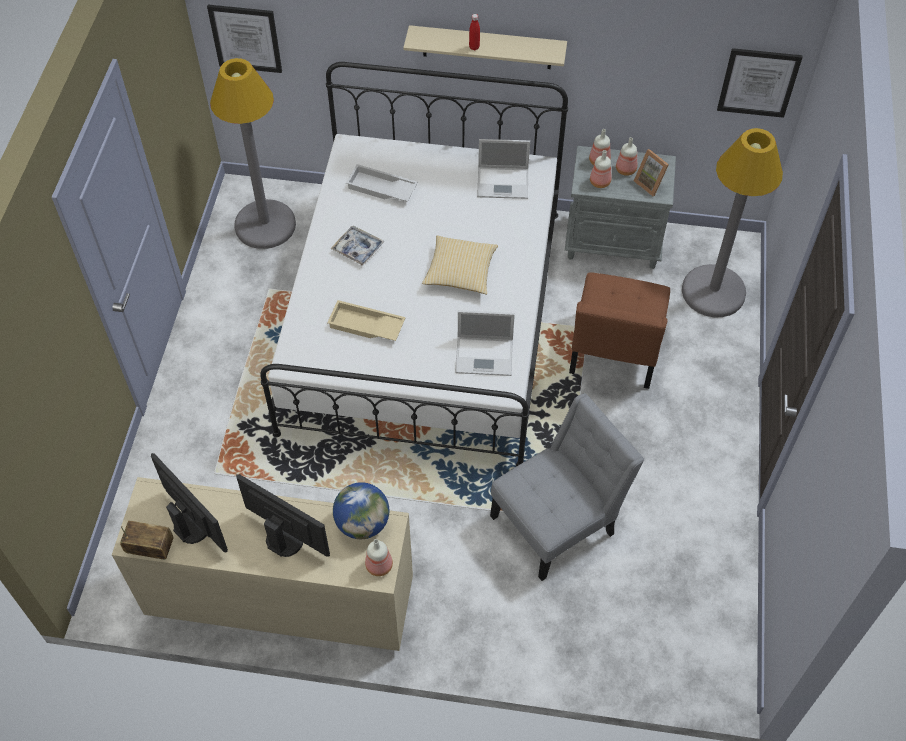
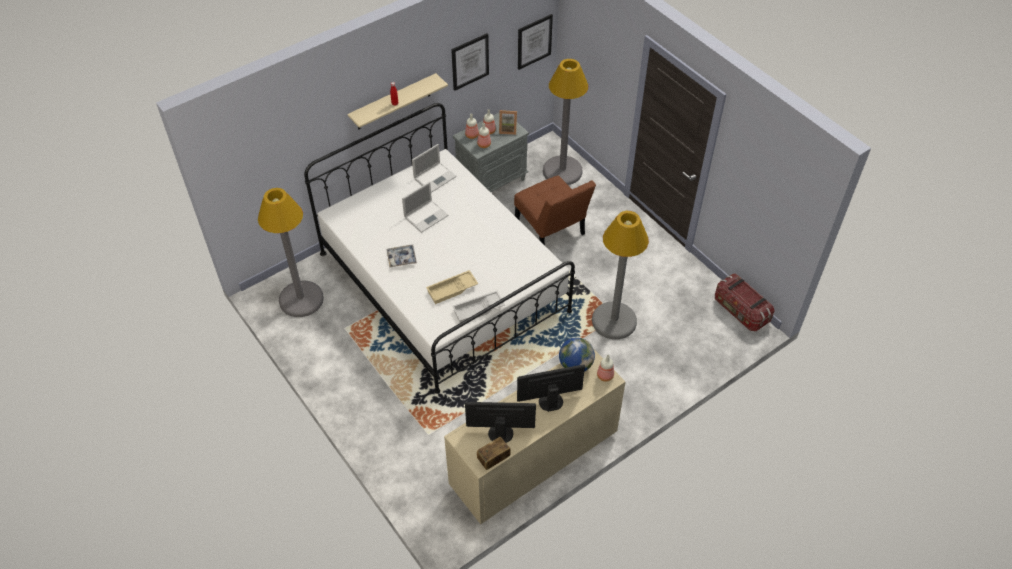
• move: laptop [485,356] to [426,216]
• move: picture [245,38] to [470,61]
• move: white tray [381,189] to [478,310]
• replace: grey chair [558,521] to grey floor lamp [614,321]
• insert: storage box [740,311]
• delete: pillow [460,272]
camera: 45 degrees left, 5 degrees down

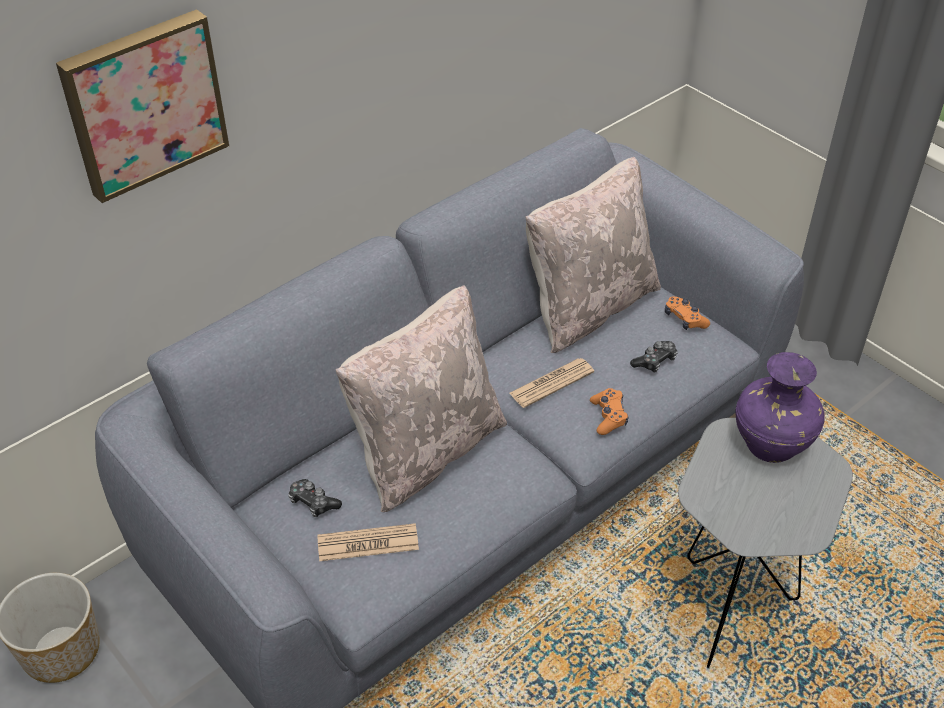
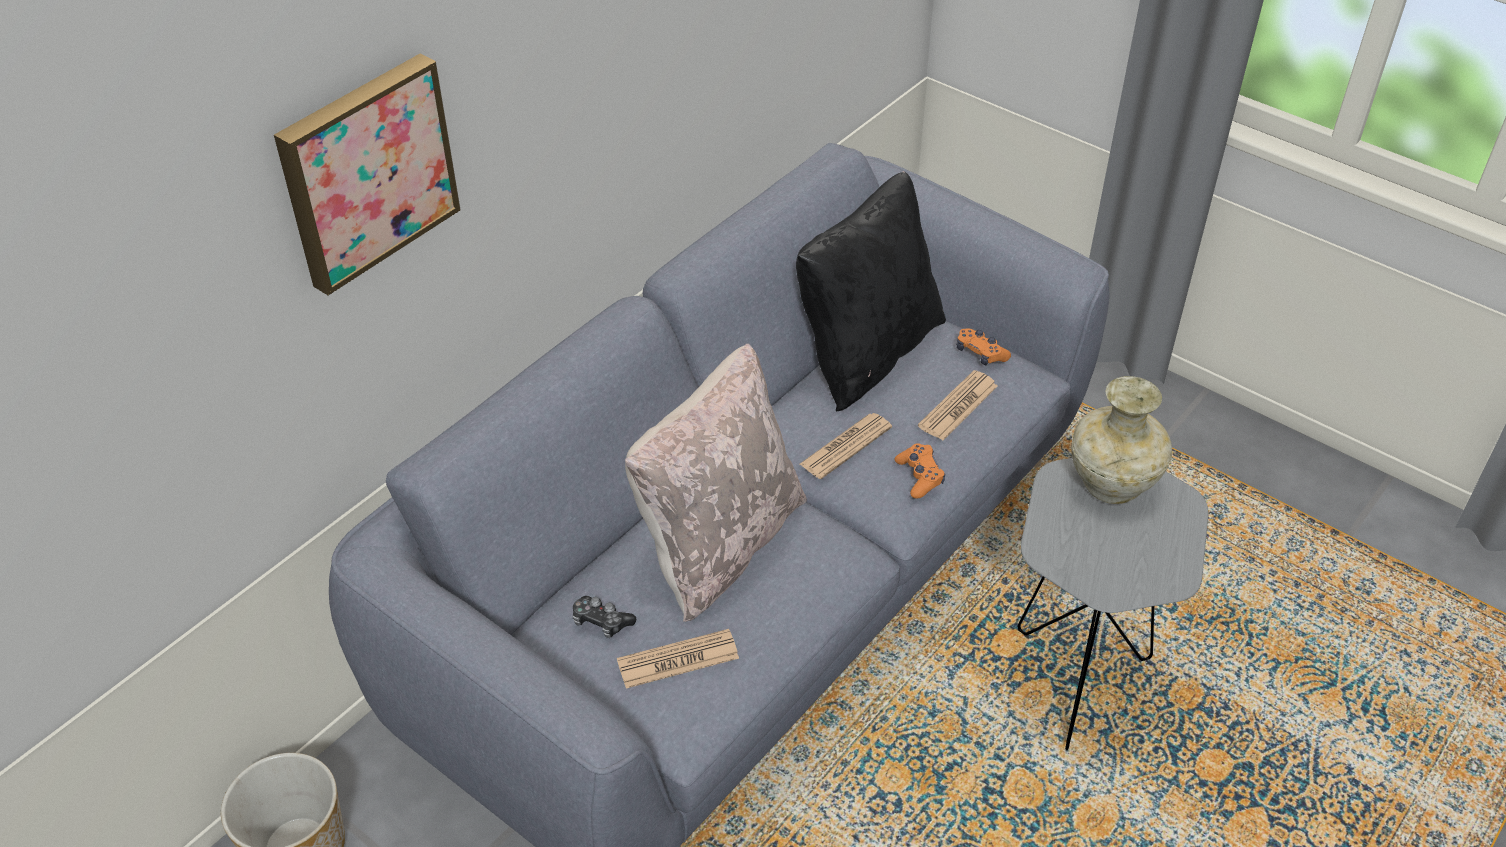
• recolor: beige pillow [588,306] to black pillow [866,352]
• replace: game controller [655,361] to newspaper [958,406]
• recolor: purple vase [769,445] to beige vase [1110,485]
camera: 10 degrees left, 0 degrees up

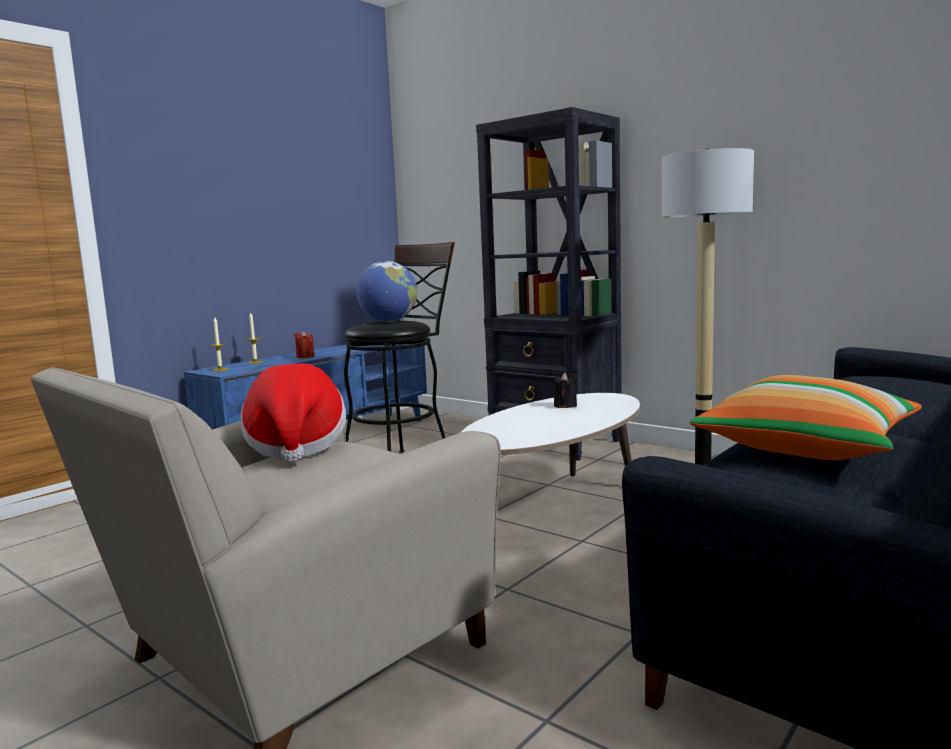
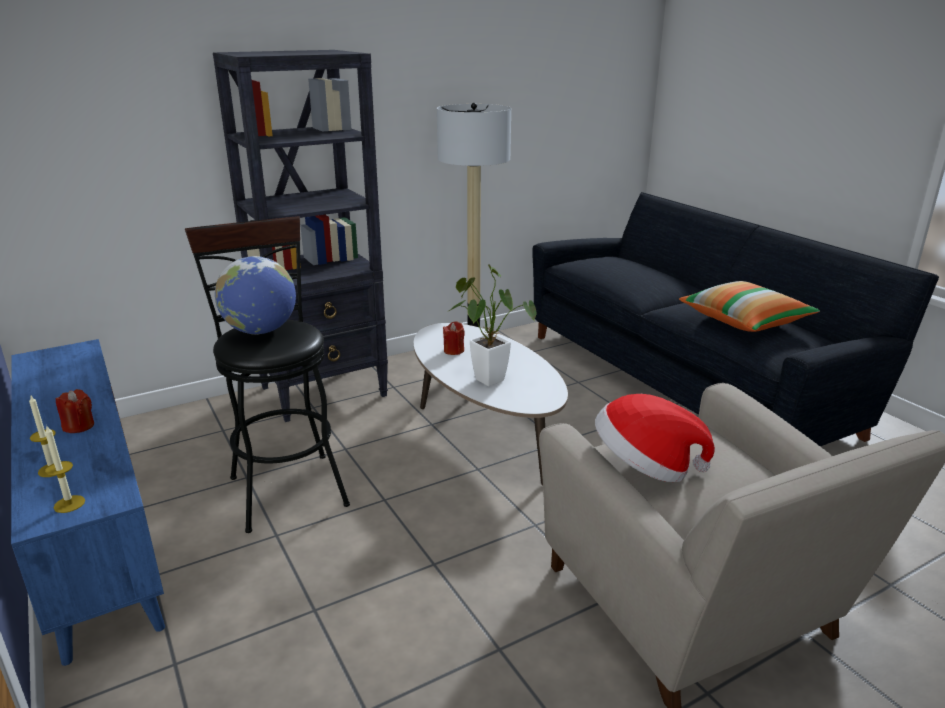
• recolor: black candle [565,406] to red candle [454,351]
• insert: potted plant [485,377]
camera: 70 degrees left, 15 degrees up

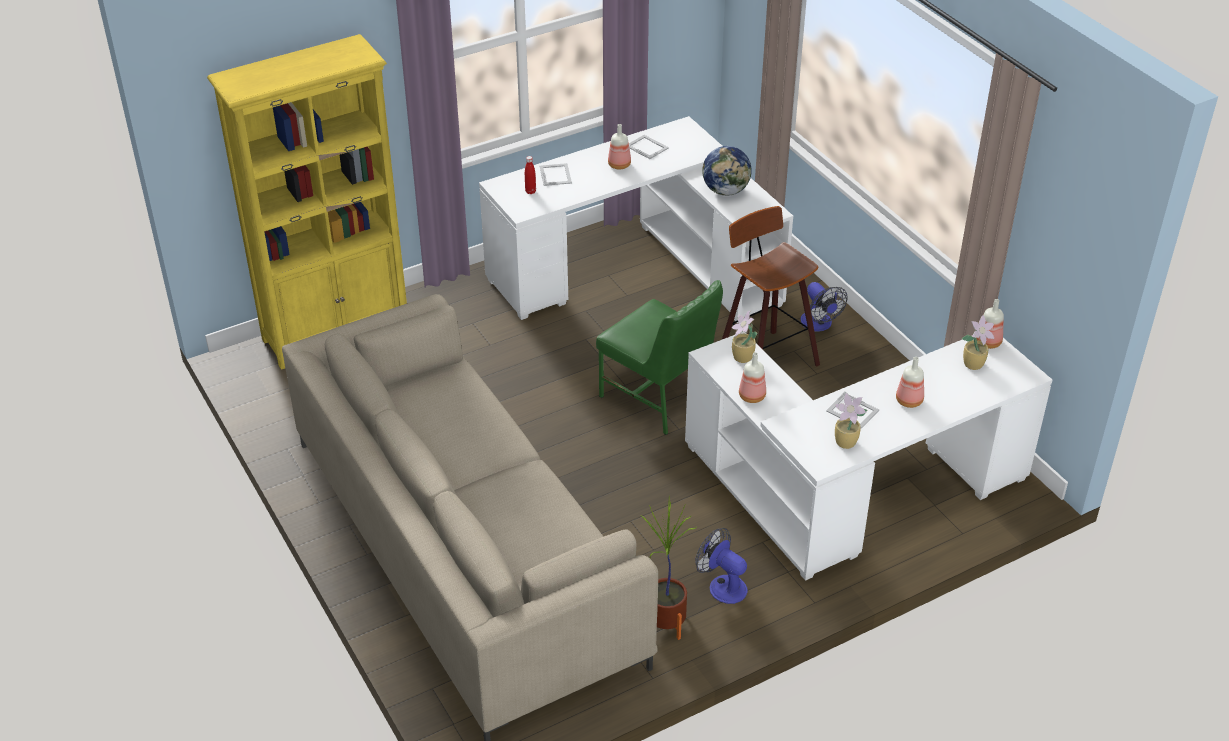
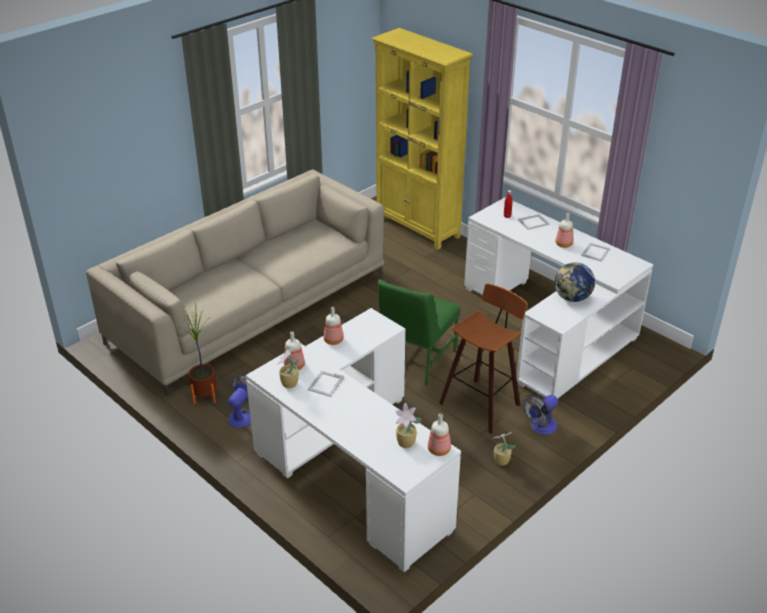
• move: bottle [908,400] to [295,366]
• move: potted plant [742,358] to [500,461]
camera: 75 degrees right, 5 degrees down

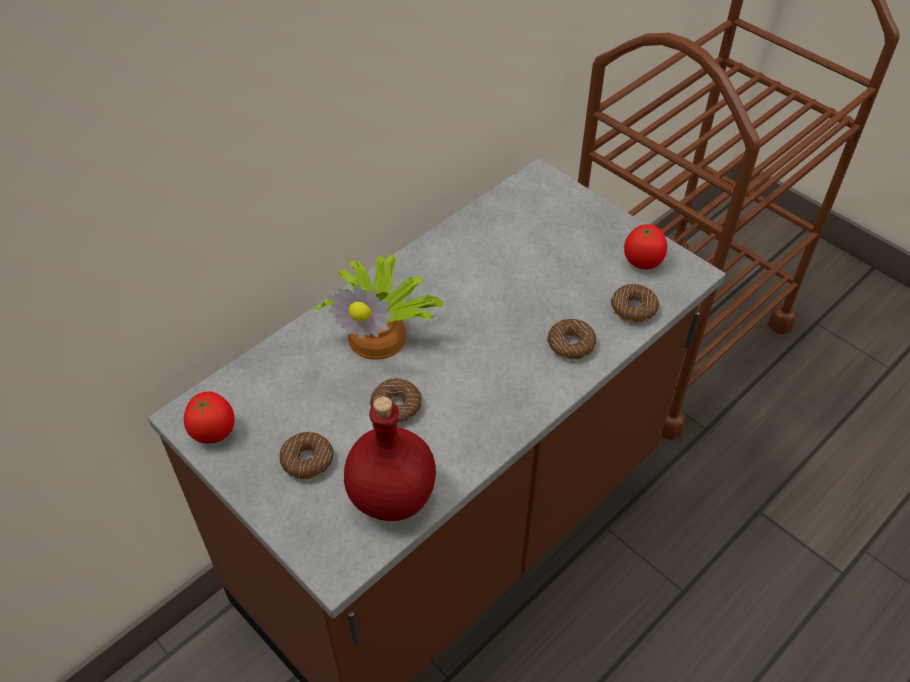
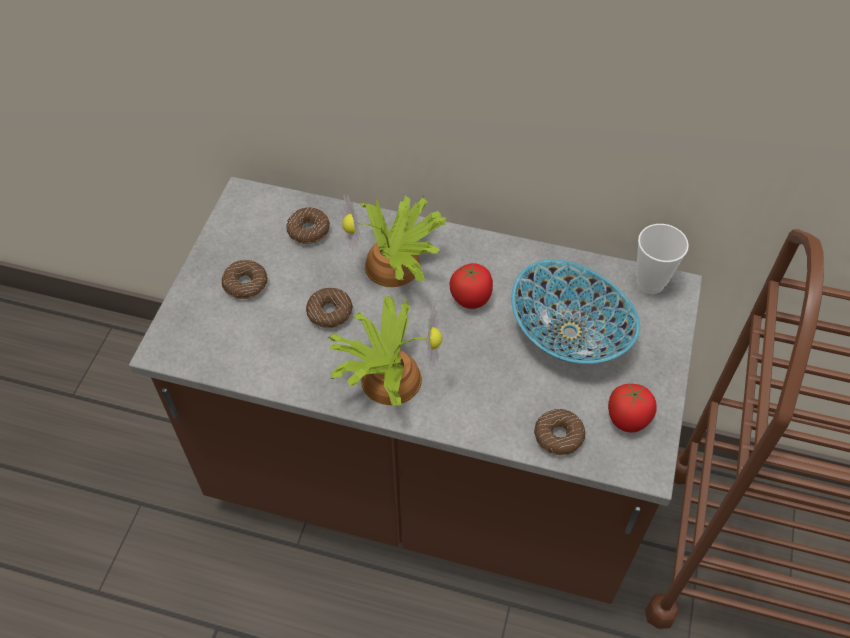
• move: donut [570,344] to [308,230]
• insert: potted plant [388,376]
• move: tomato [213,431] to [471,298]
• insert: bowl [569,333]
• insert: cup [650,283]
• delete: red bottle [390,495]
camera: 60 degrees right, 5 degrees up

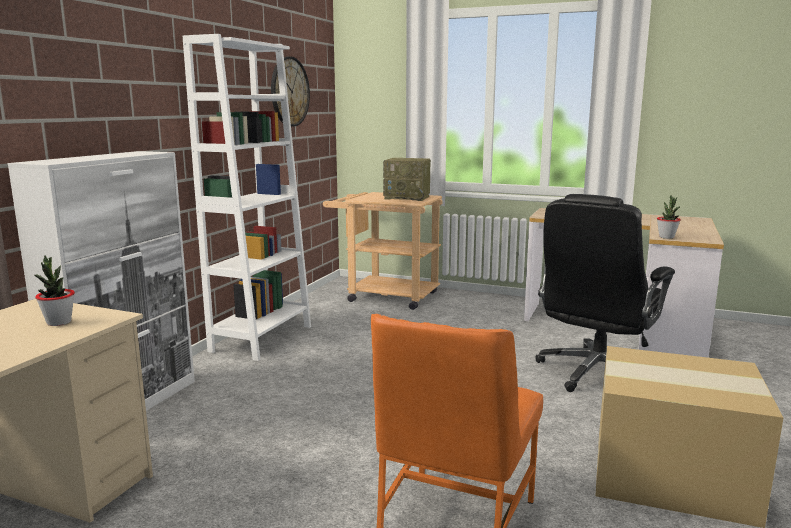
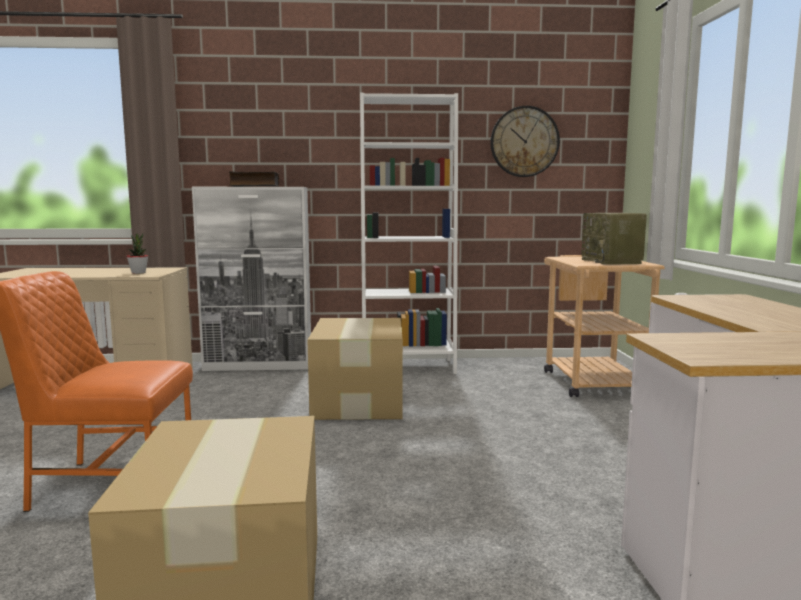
• insert: book [254,186]
• insert: cardboard box [359,400]
• delete: black office chair [595,373]
• delete: potted plant [666,237]
camera: 65 degrees right, 5 degrees down

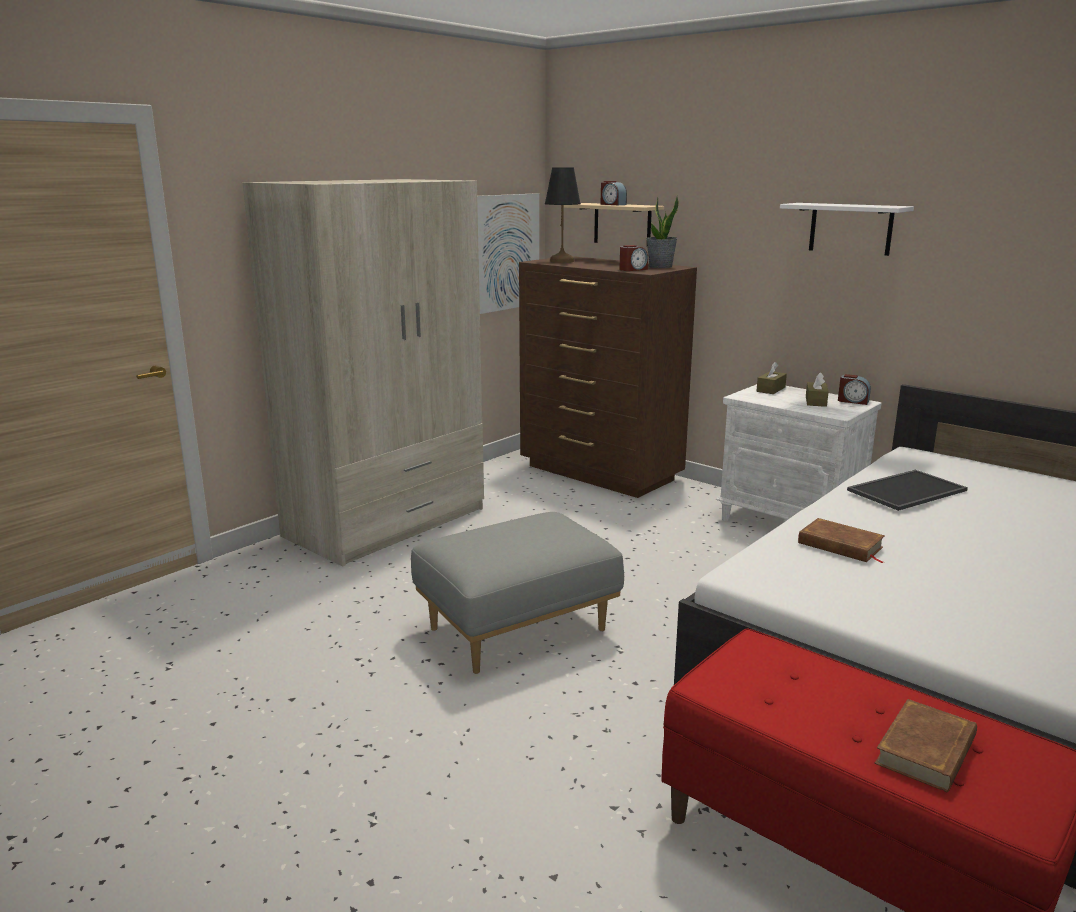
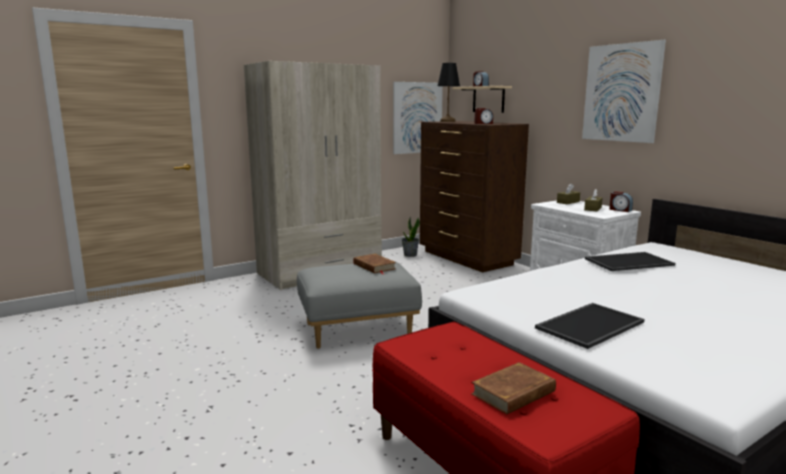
• move: brown book [840,545] to [374,266]
• move: potted plant [660,267] to [410,255]
• insert: tray [589,324]
• replace: white shelf [850,228] to picture [621,93]
camera: 15 degrees right, 5 degrees down

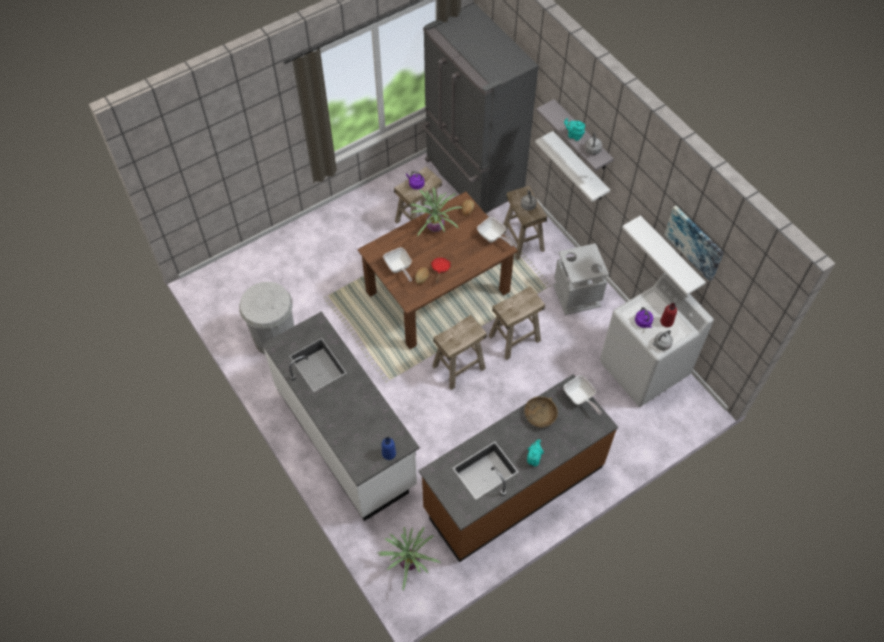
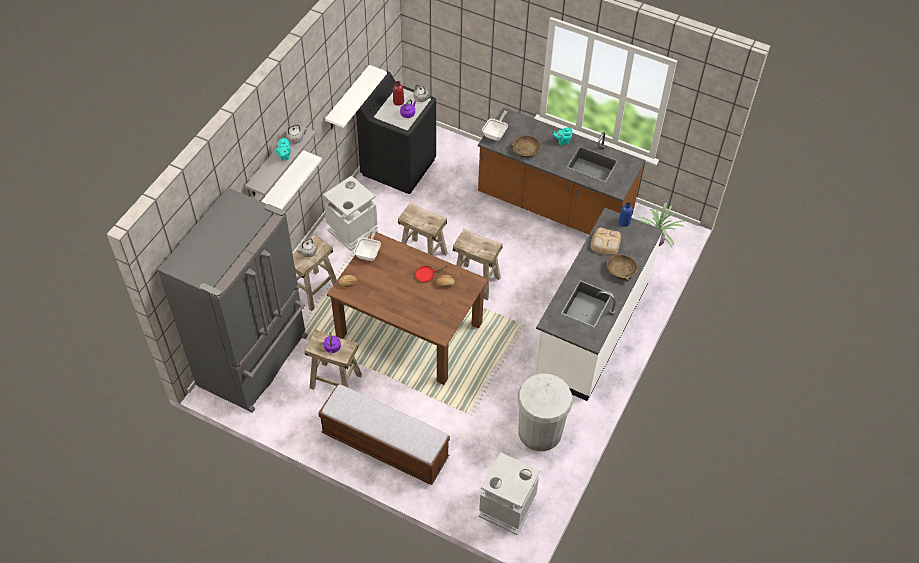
• insert: bench [385,446]
• recolor: white washing machine [644,369] to black washing machine [398,166]
• insert: grey trash can [506,508]
• insert: bread [605,243]
• insert: brown bowl [621,270]
• delete: frying pan [399,268]
• delete: potted plant [434,227]
• delete: picture [695,242]
camera: 120 degrees left, 5 degrees down

